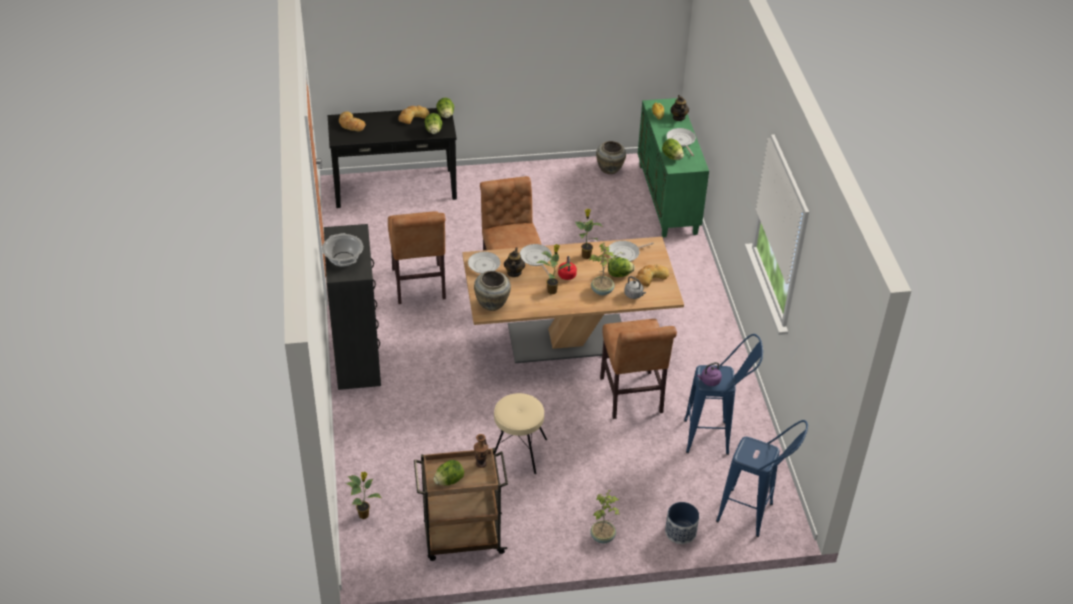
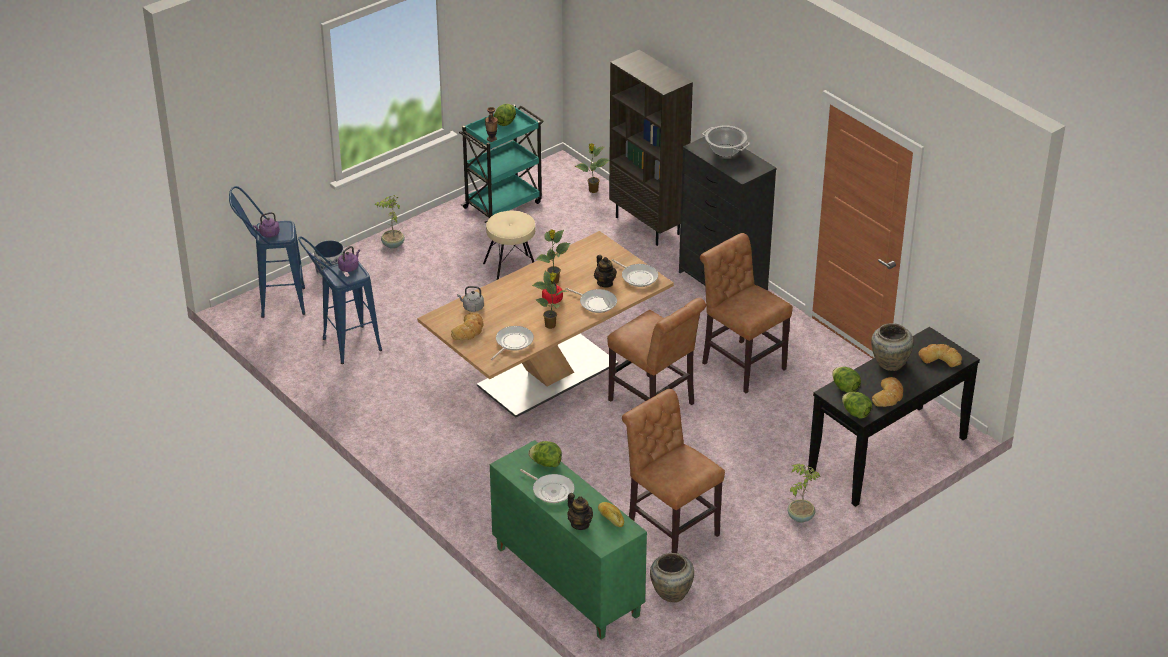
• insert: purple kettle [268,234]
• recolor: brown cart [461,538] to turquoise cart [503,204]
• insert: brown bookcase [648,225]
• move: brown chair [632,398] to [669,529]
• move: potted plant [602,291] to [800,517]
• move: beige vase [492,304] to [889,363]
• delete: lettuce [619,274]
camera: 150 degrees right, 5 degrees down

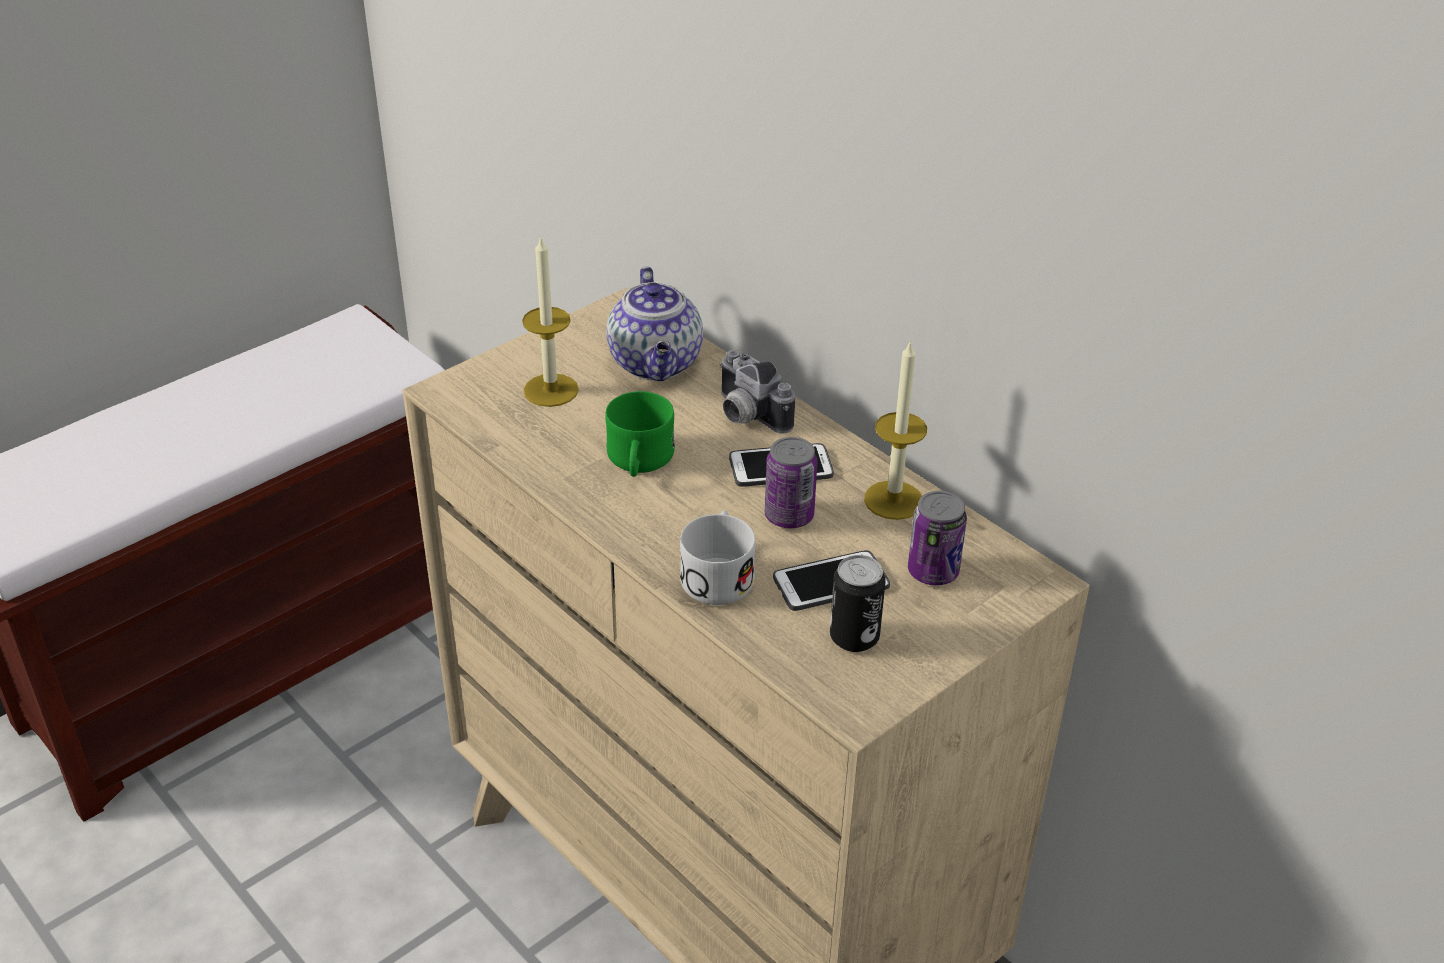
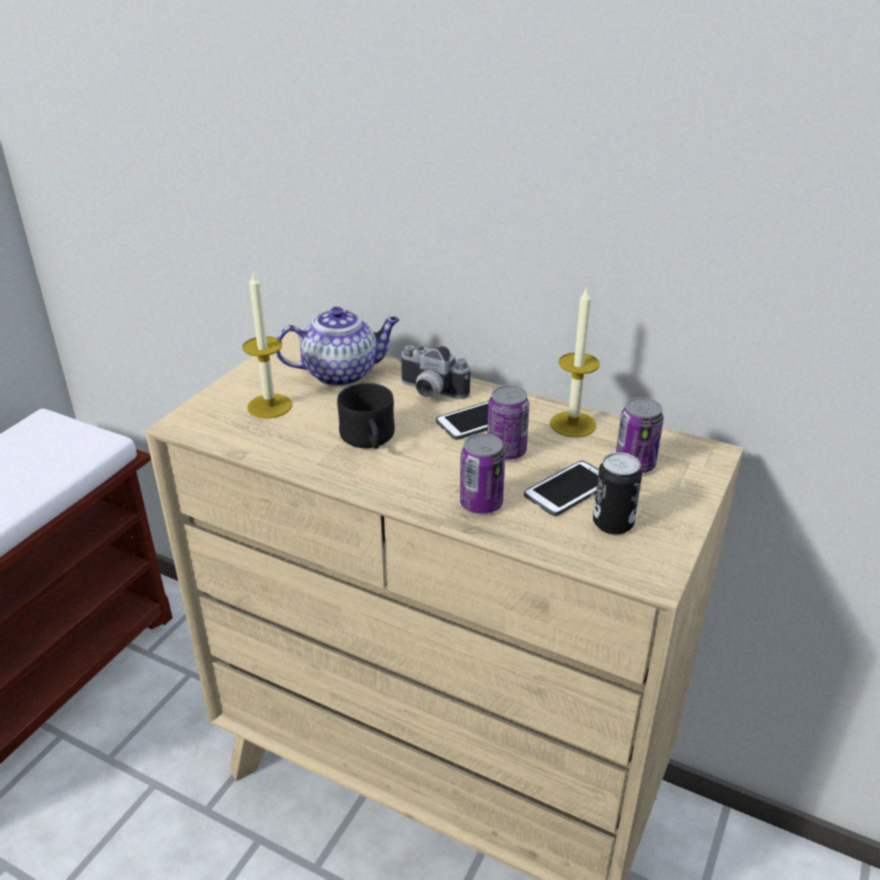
• rotate: teapot [657,364] = [342,373] 75 degrees counterclockwise
• recolor: green mug [639,462] to black mug [369,440]
• replace: white mug [718,573] to can [481,503]
camera: 20 degrees left, 5 degrees down

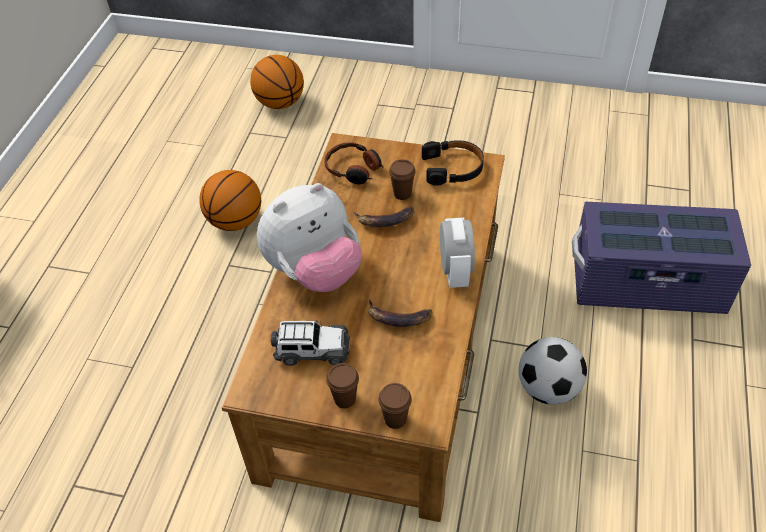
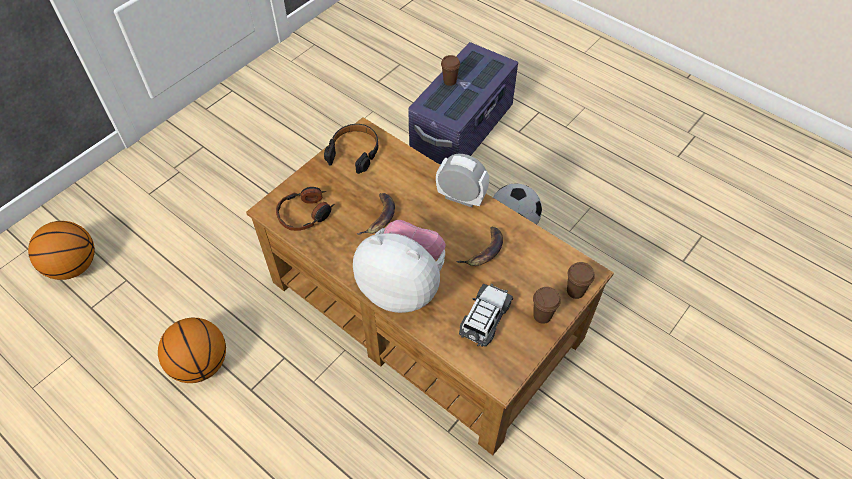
• rotate: plush toy [314,271] = [403,286] 60 degrees counterclockwise
• move: brown cup [402,193] to [449,81]
camera: 65 degrees left, 5 degrees up

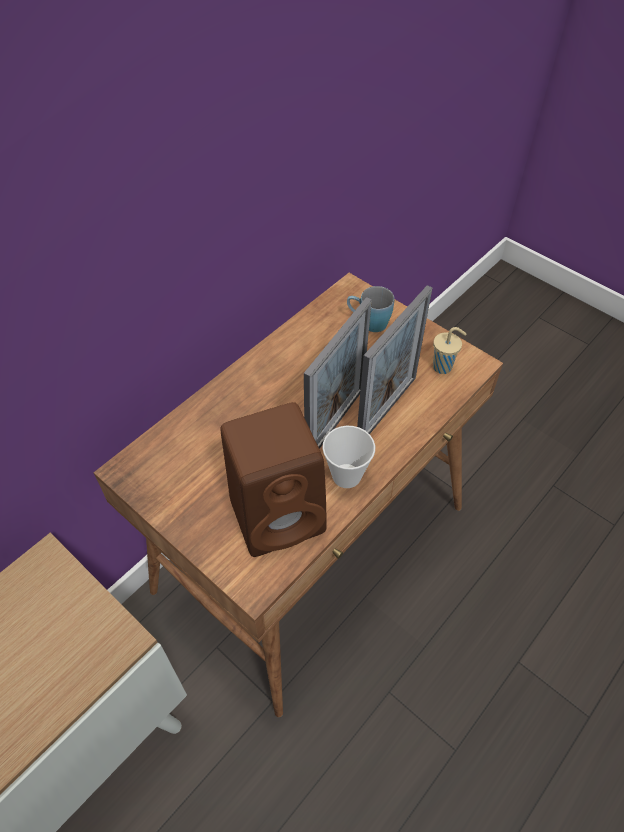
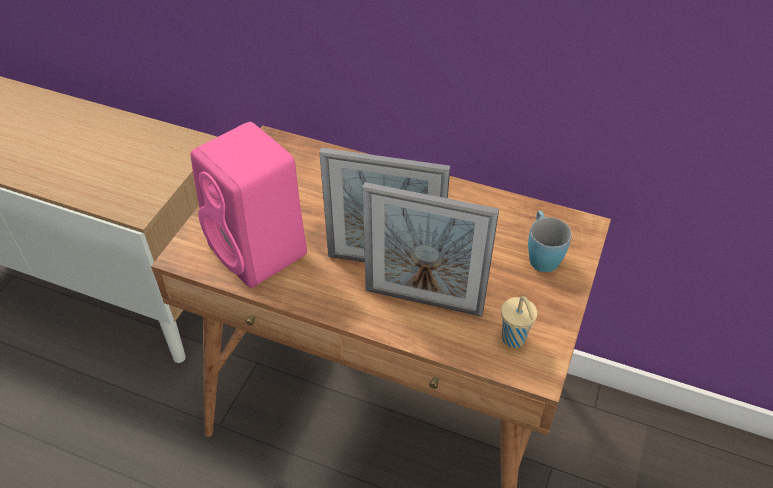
• recolor: brown speaker [280,514] to pink speaker [260,252]
• delete: cup [346,476]
camera: 70 degrees right, 5 degrees down

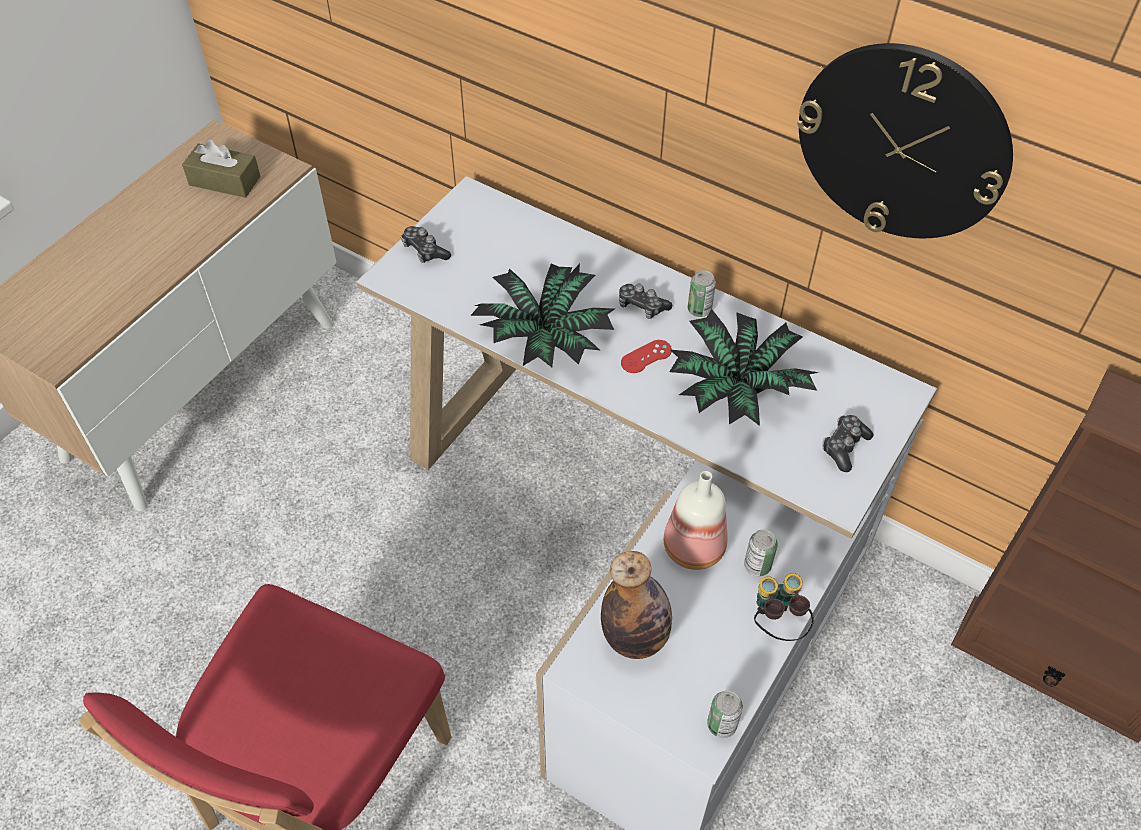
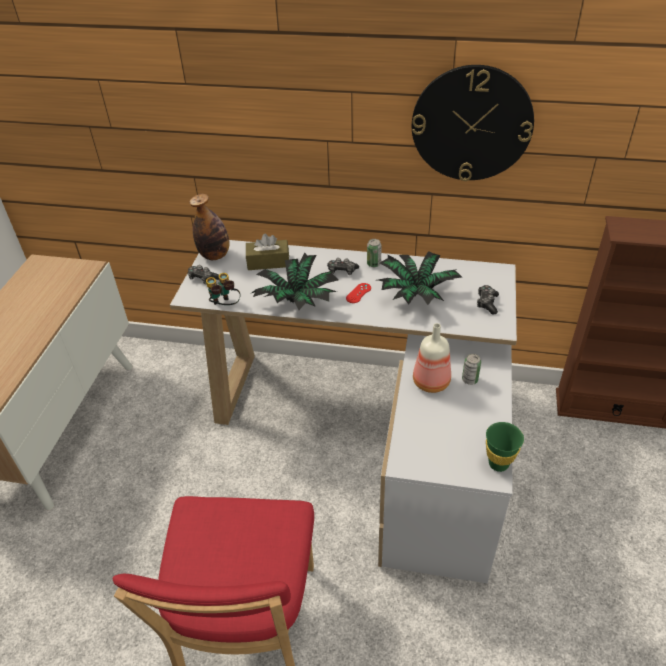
• move: bottle [635,637] to [215,255]
• move: binoculars [776,624] to [224,306]
• move: brown tissue box [225,181] to [268,262]
• replace: can [721,725] to green cup [498,464]
camera: 20 degrees left, 10 degrees down

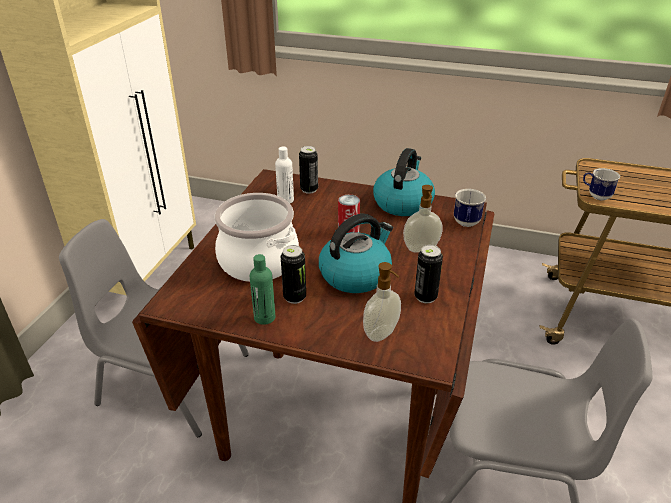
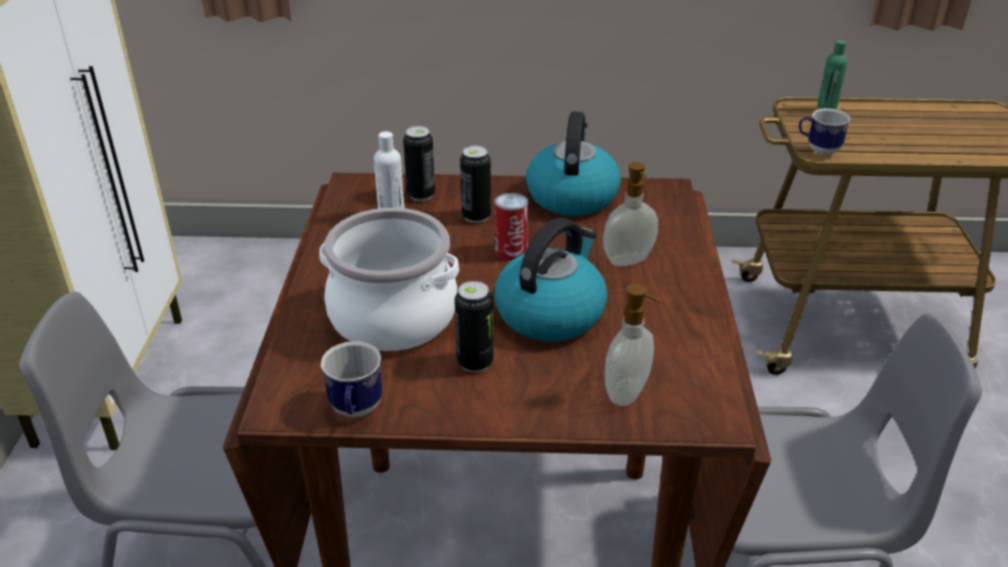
• move: mug [466,224] to [355,411]
• move: can [425,297] to [476,216]
• move: green bottle [264,317] to [827,107]
camera: 15 degrees left, 0 degrees up

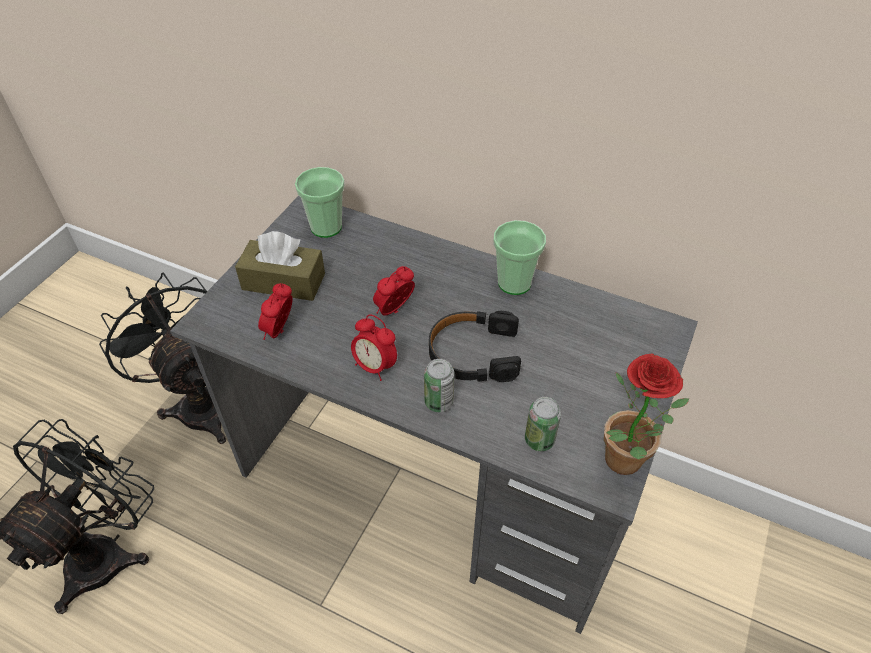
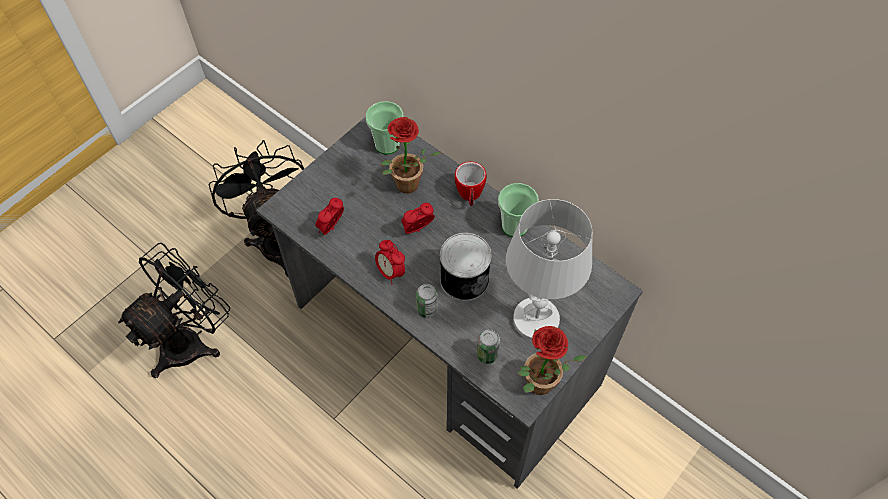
• insert: potted plant [406,188]
• replace: black headphones [473,354] to can [463,278]
• insert: mug [470,196]
• insert: white table lamp [536,319]
• delete: brown tissue box [283,281]
camera: 15 degrees right, 10 degrees up

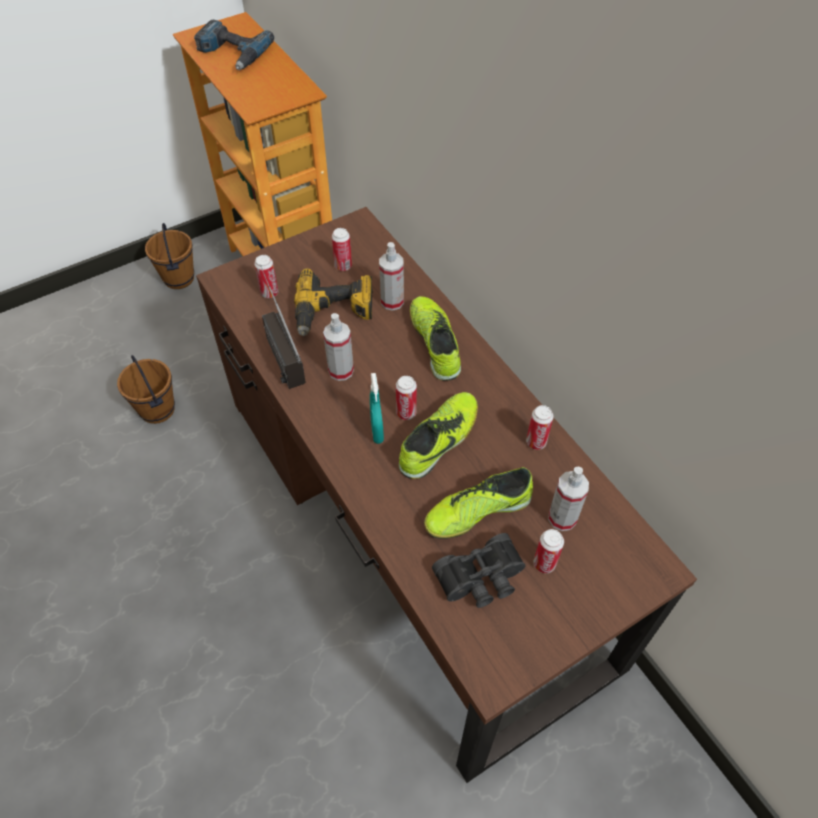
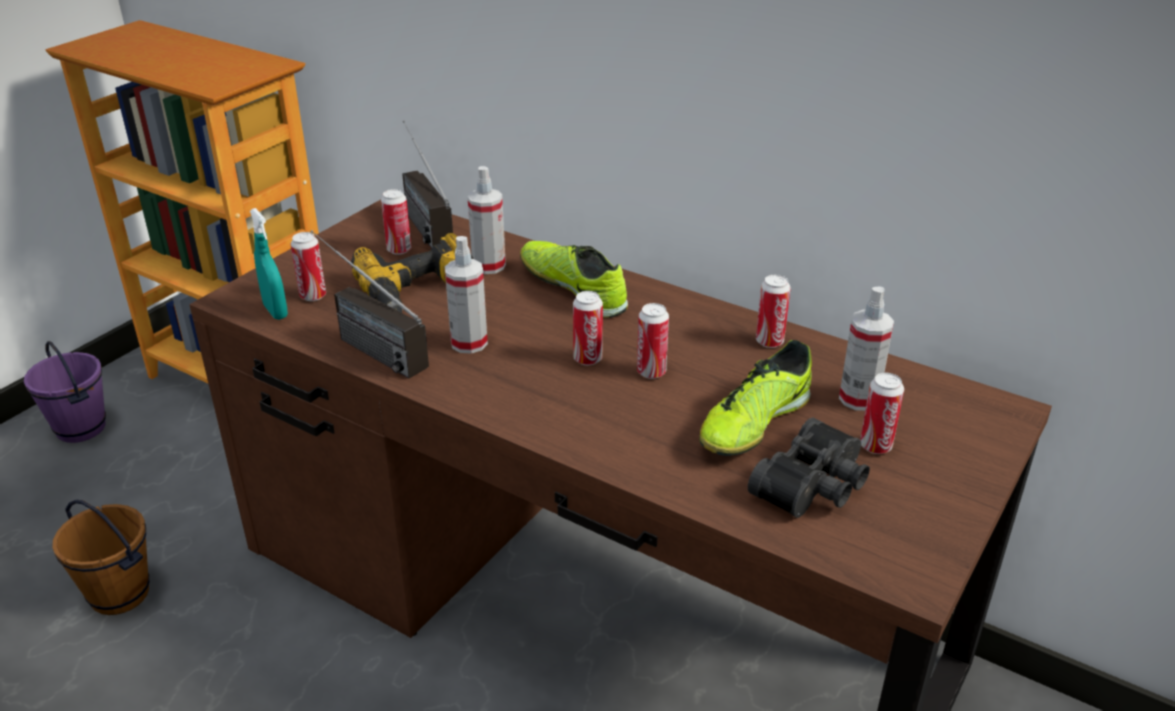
• recolor: brown bucket [178,279] to purple bucket [80,429]
• move: turquoise spray bottle [377,431] to [275,311]
• insert: radio [419,220]
• replace: shoe [439,440] to can [651,372]
• delete: power drill [232,53]
camera: 25 degrees left, 20 degrees down

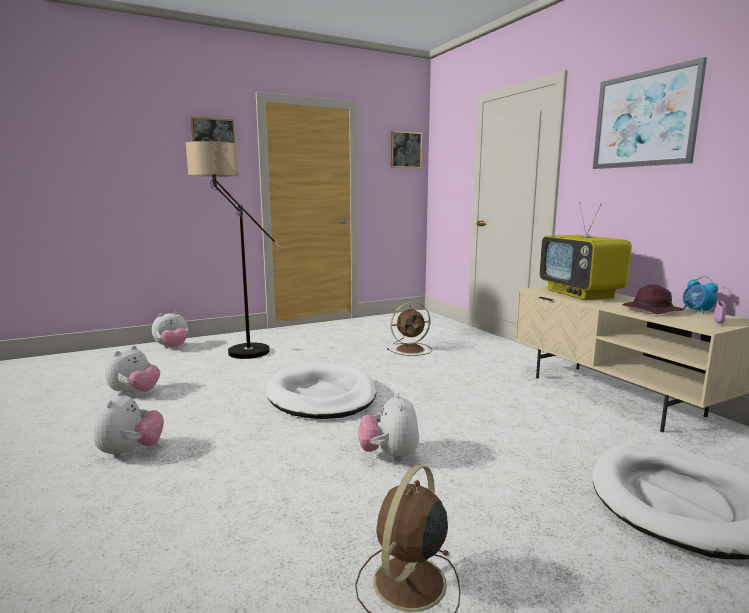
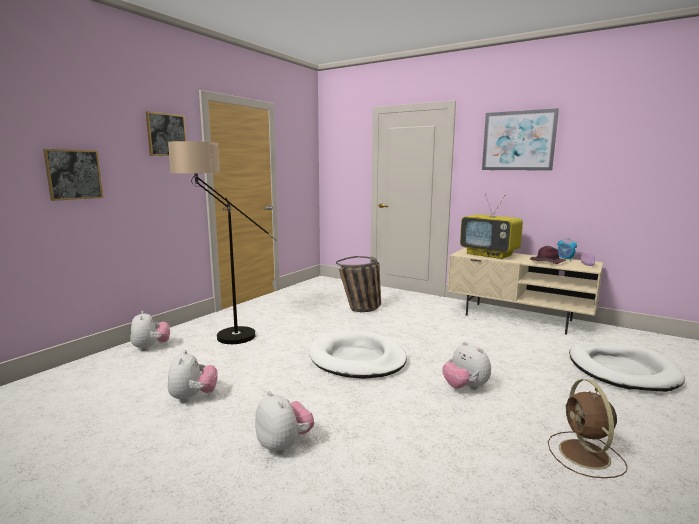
• move: picture [405,150] to [74,174]
• rotate: plush toy [172,348] = [151,347] 45 degrees counterclockwise
• replace: brown fan [411,349] to basket [361,309]
camera: 30 degrees left, 0 degrees up

